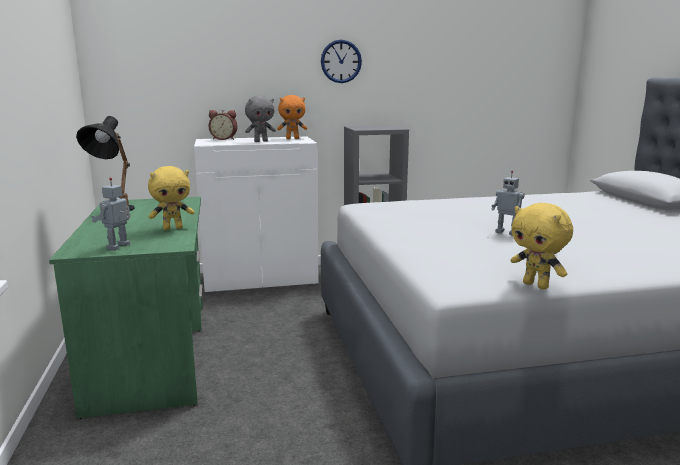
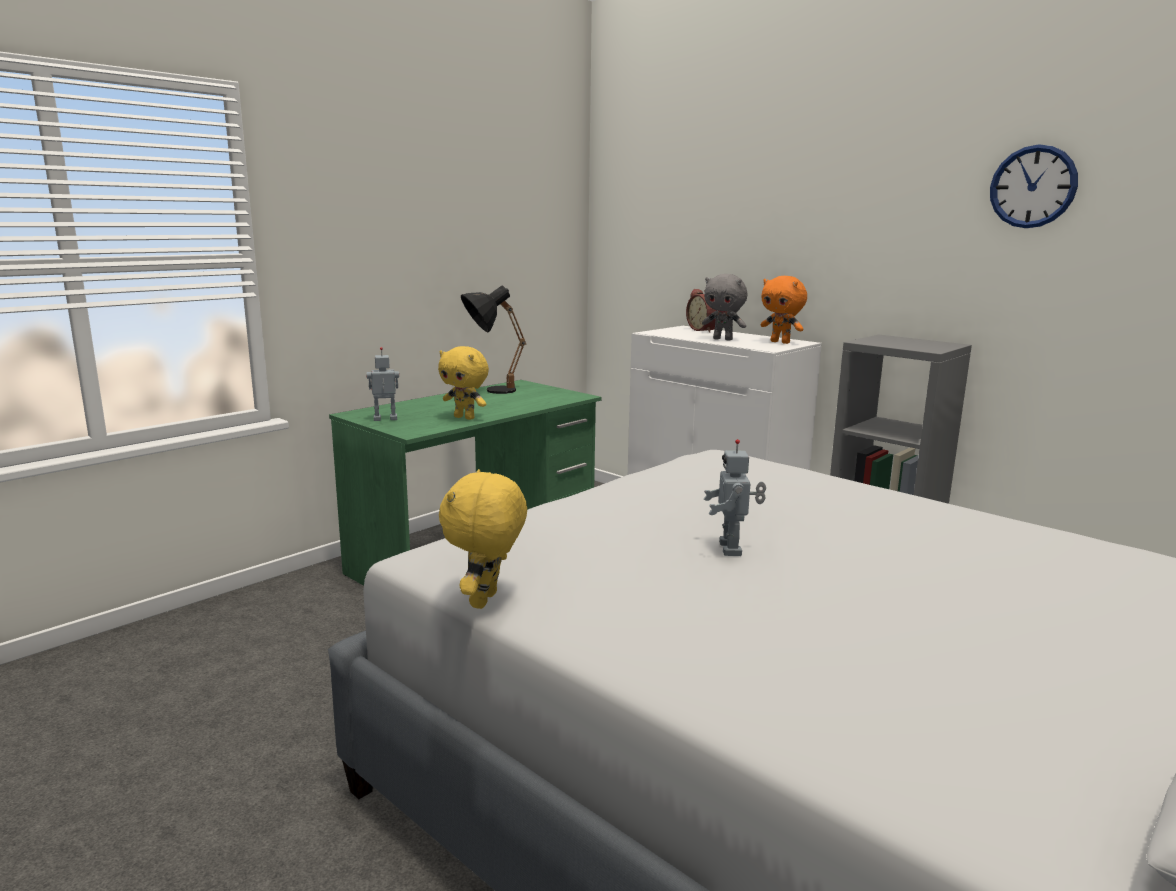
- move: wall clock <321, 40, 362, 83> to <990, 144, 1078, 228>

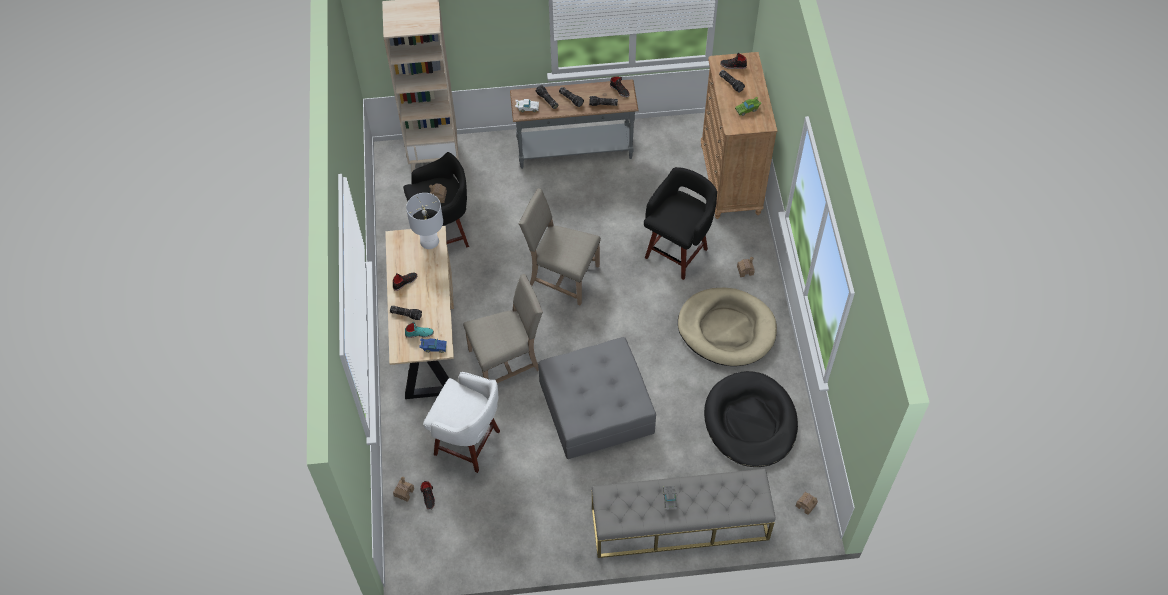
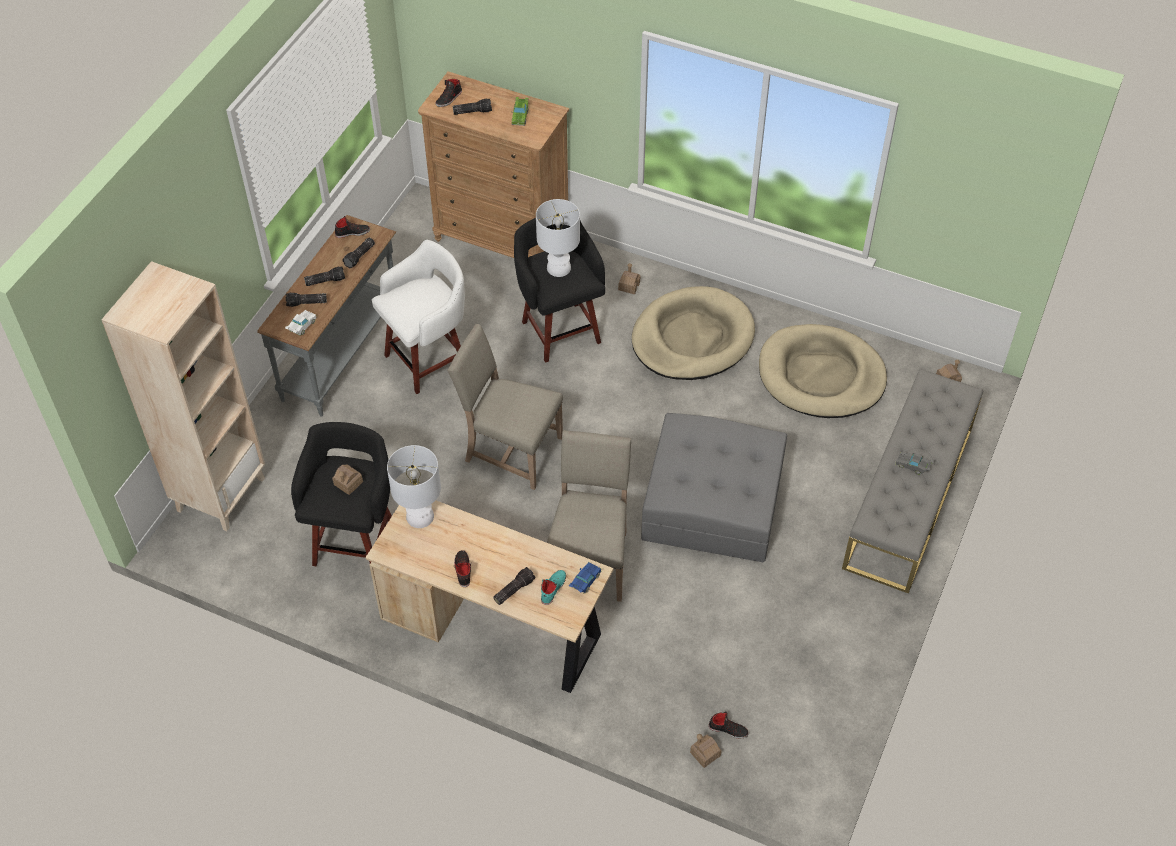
- move: white stool <423, 372, 500, 473> to <372, 240, 465, 394>
- rotate: beige chair <519, 188, 601, 306> = <447, 324, 563, 490> 60 degrees clockwise
- insert: white table lamp <536, 199, 580, 277>
- recolor: black dog bed <704, 371, 798, 467> to beige dog bed <759, 324, 887, 418>

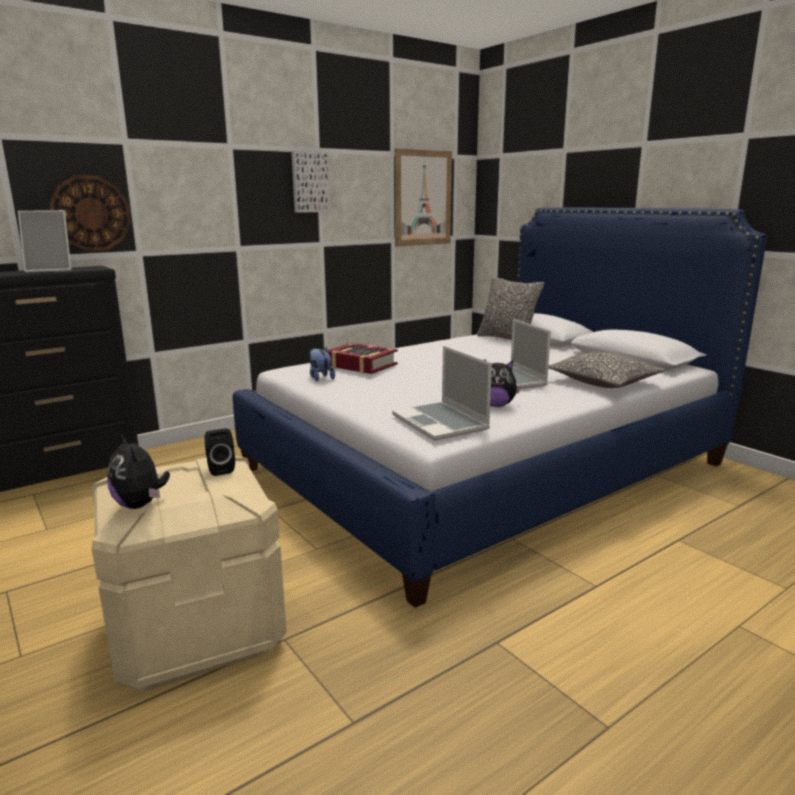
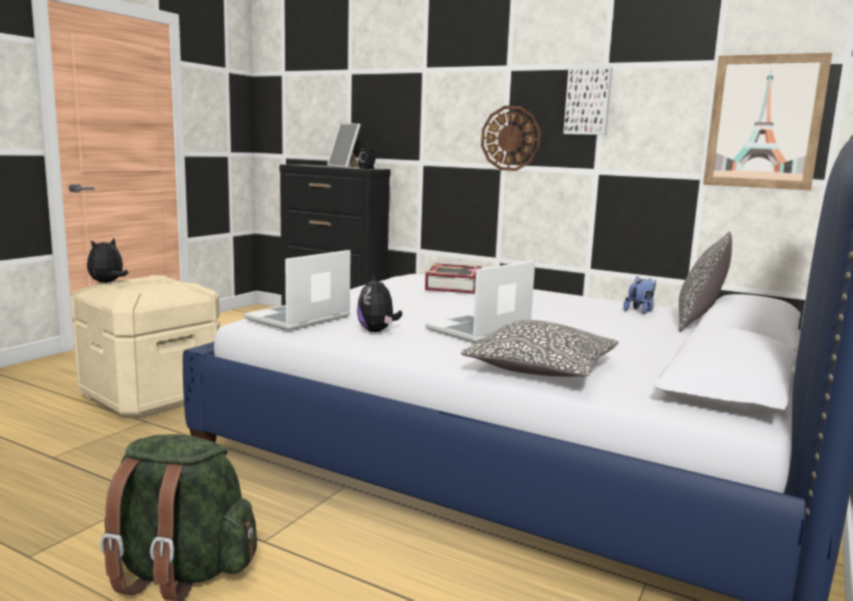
- insert: green backpack <100, 434, 257, 601>
- move: black speaker <205, 428, 235, 476> to <358, 145, 376, 169>
- move: wall clock <49, 175, 131, 251> to <481, 106, 541, 171>
- move: plush toy <309, 347, 335, 381> to <623, 276, 656, 314>

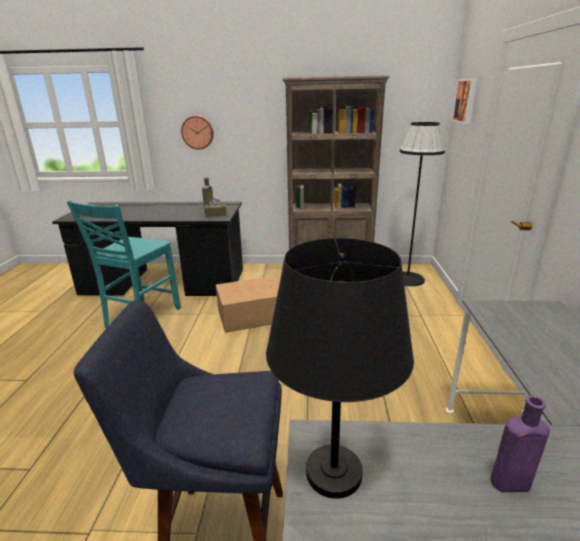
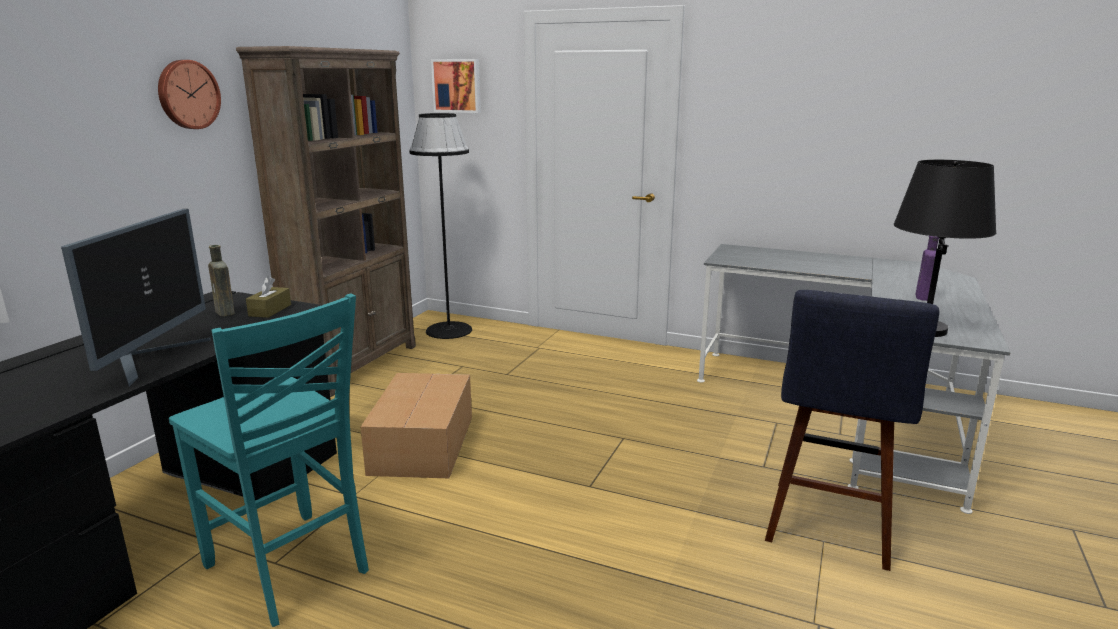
- insert: monitor <61, 209, 211, 387>
- move: wall clock <181, 116, 214, 150> to <158, 60, 221, 129>

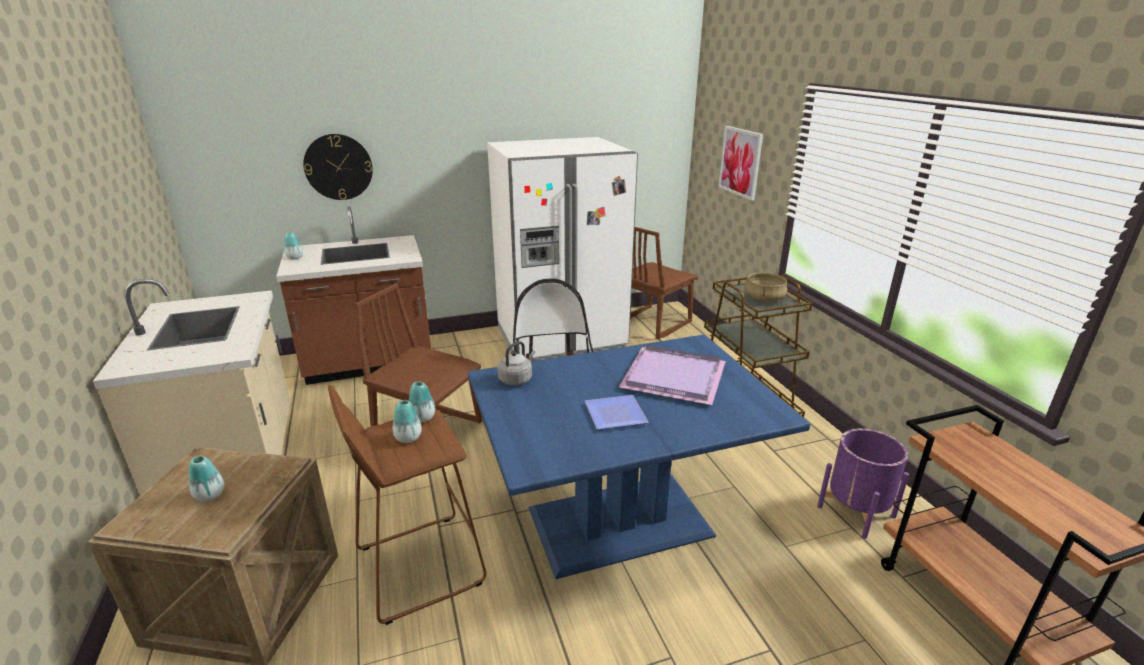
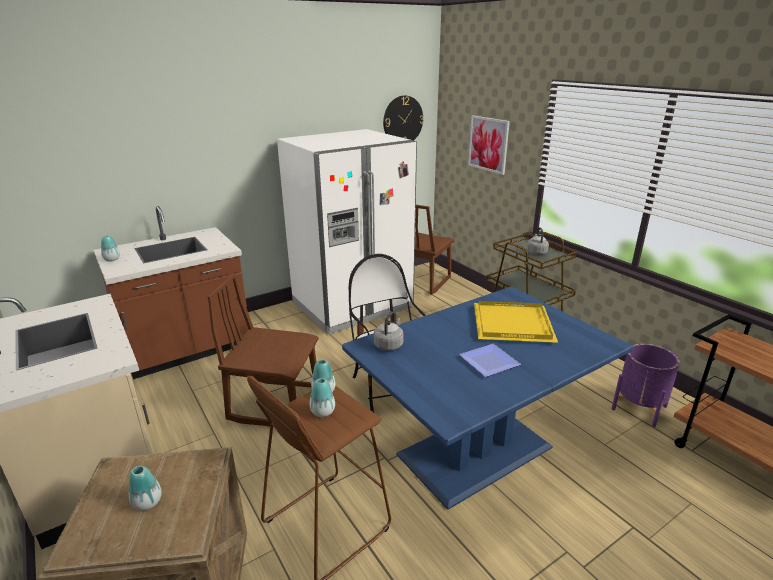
- move: wall clock <303, 134, 373, 200> to <383, 96, 424, 141>
- recolor: purple tray <619, 345, 726, 405> to yellow tray <474, 301, 558, 343>
- replace: beige cooking pot <744, 272, 787, 302> to grey kettle <527, 227, 549, 255>

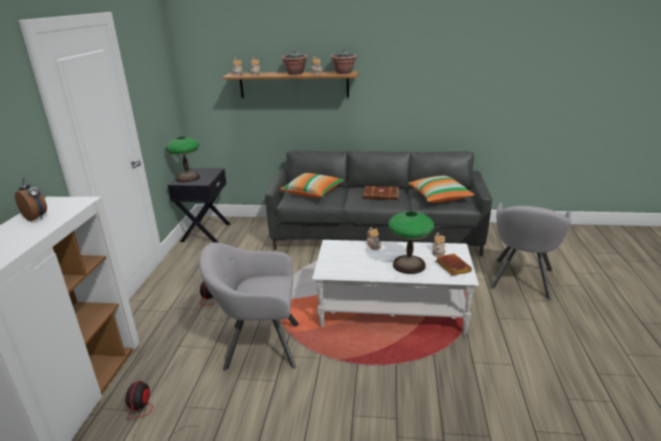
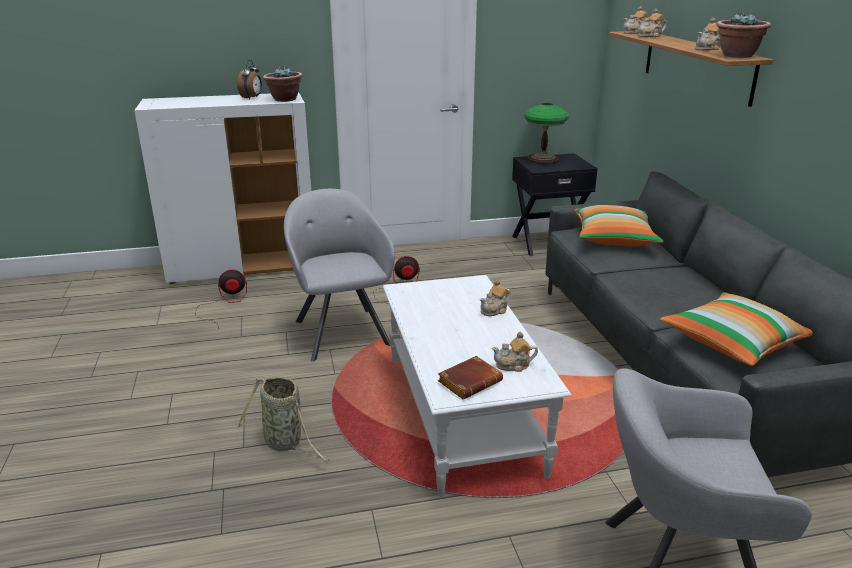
- insert: basket <236, 376, 330, 461>
- move: potted plant <281, 51, 308, 75> to <263, 67, 303, 102>
- delete: brown book <363, 186, 399, 200>
- delete: table lamp <388, 212, 434, 274>

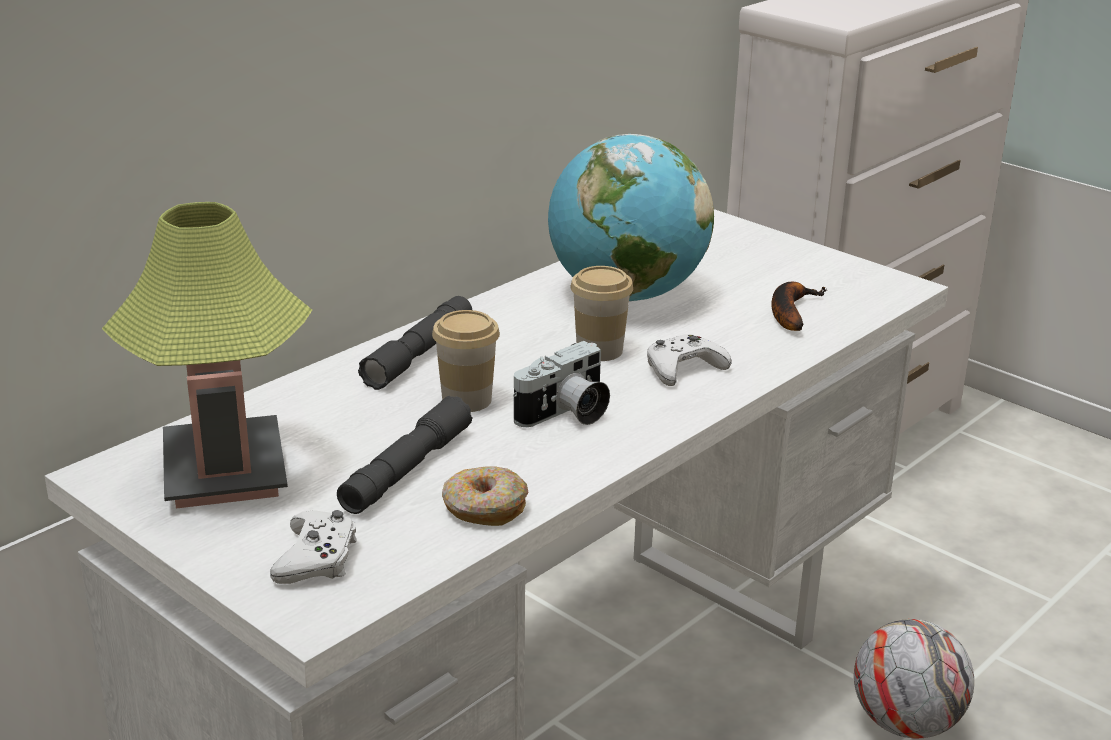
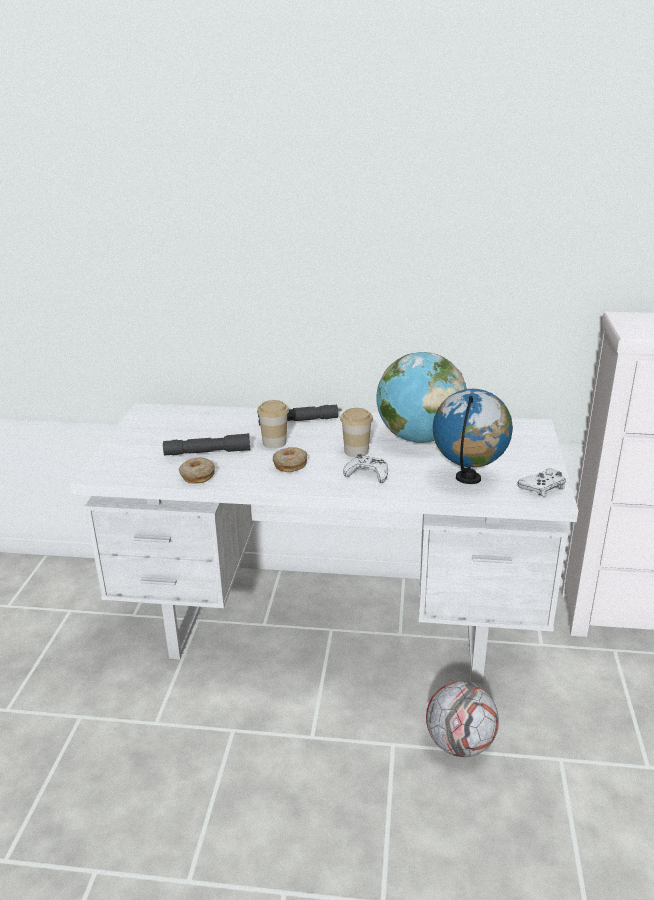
- replace: photo camera <513, 341, 610, 427> to donut <273, 447, 307, 472>
- replace: banana <771, 282, 827, 331> to globe <433, 389, 513, 484>
- move: white game controller <270, 510, 356, 584> to <517, 468, 566, 497>
- delete: table lamp <102, 202, 312, 508>

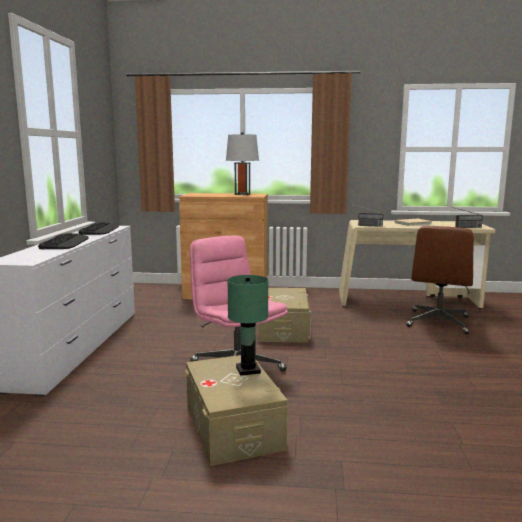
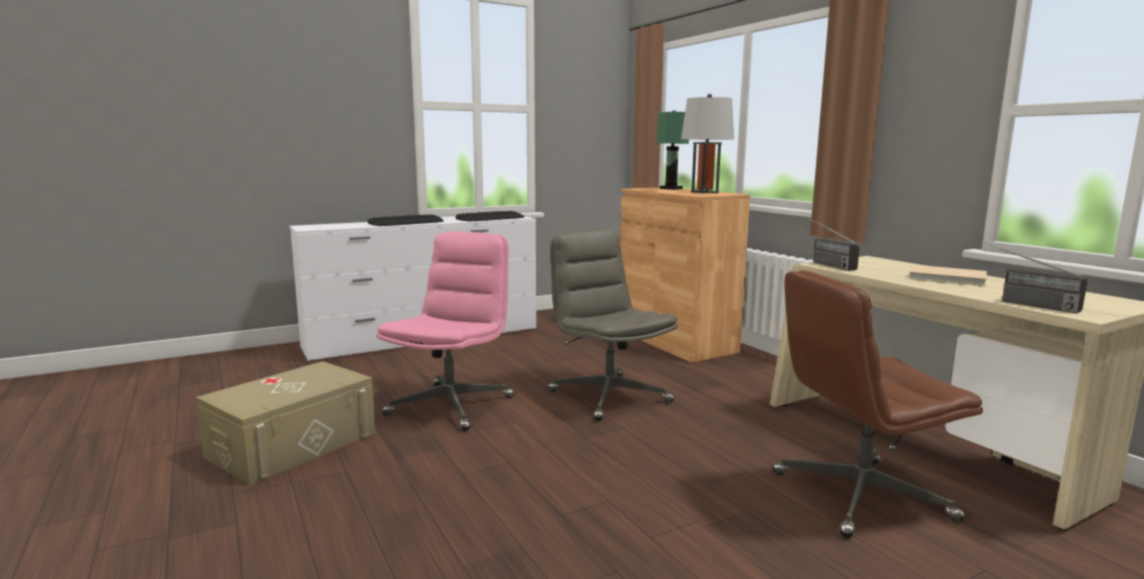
- replace: beige storage box <258, 288, 311, 343> to grey office chair <548, 229, 678, 421>
- move: green table lamp <227, 275, 268, 376> to <657, 111, 689, 190>

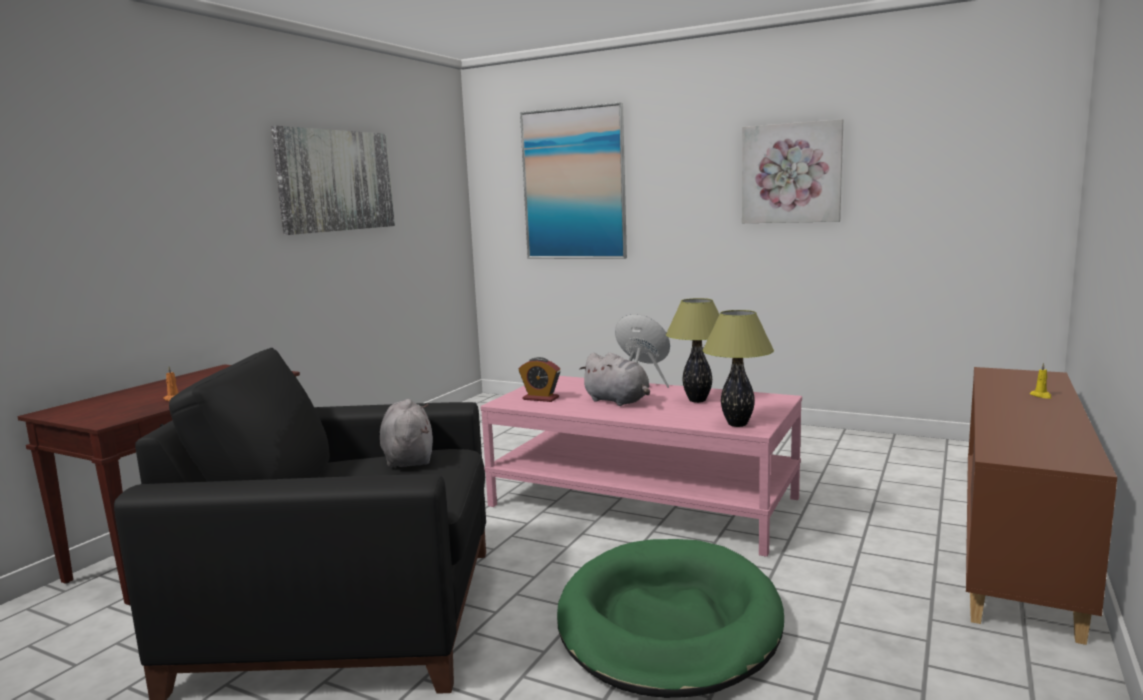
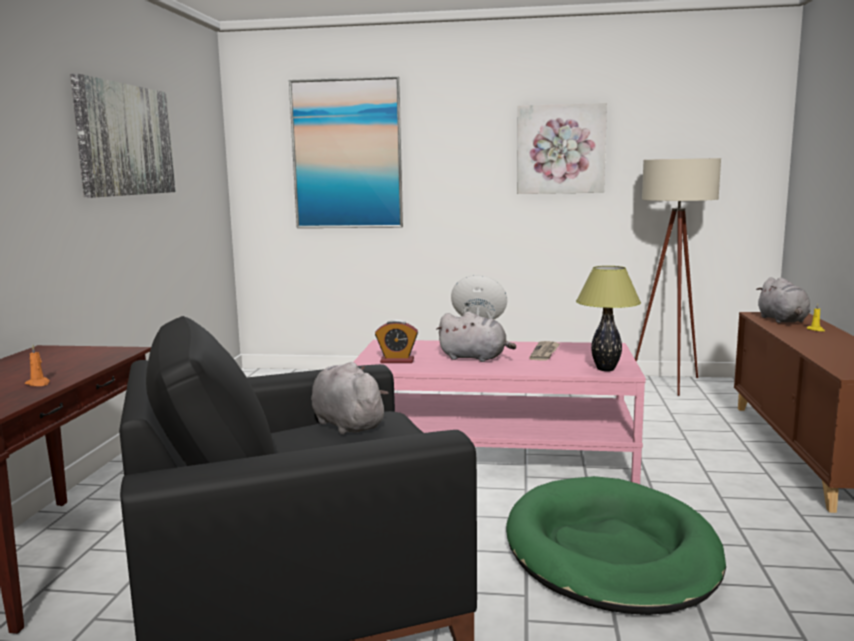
- replace: table lamp <666, 298, 719, 403> to newspaper <529, 341, 561, 361>
- insert: beige floor lamp <635, 158, 721, 396>
- insert: grey plush toy <756, 277, 810, 323>

